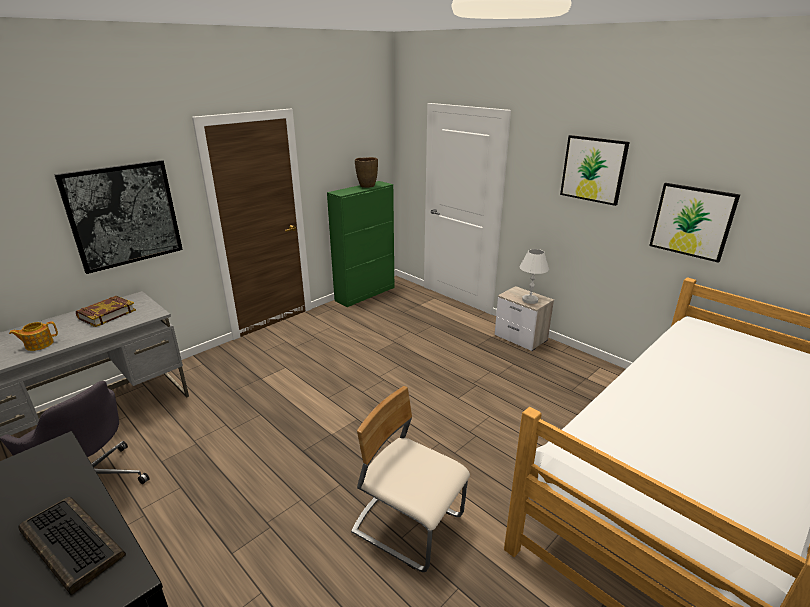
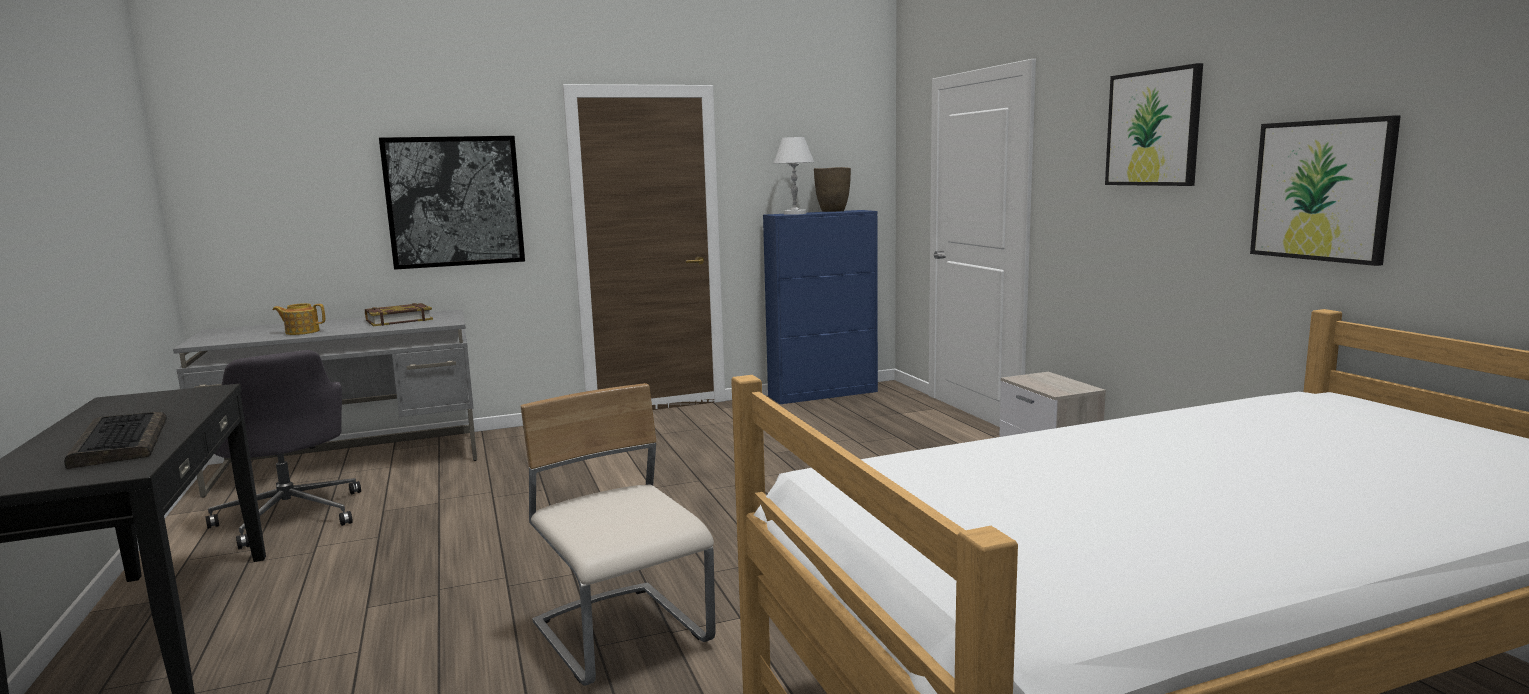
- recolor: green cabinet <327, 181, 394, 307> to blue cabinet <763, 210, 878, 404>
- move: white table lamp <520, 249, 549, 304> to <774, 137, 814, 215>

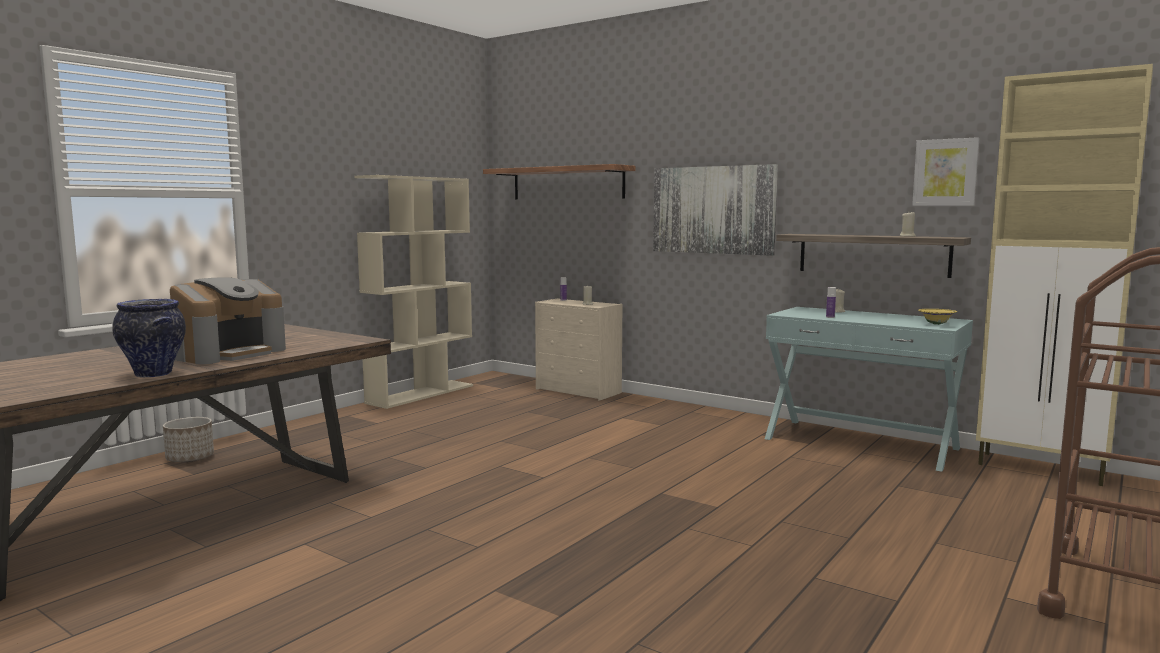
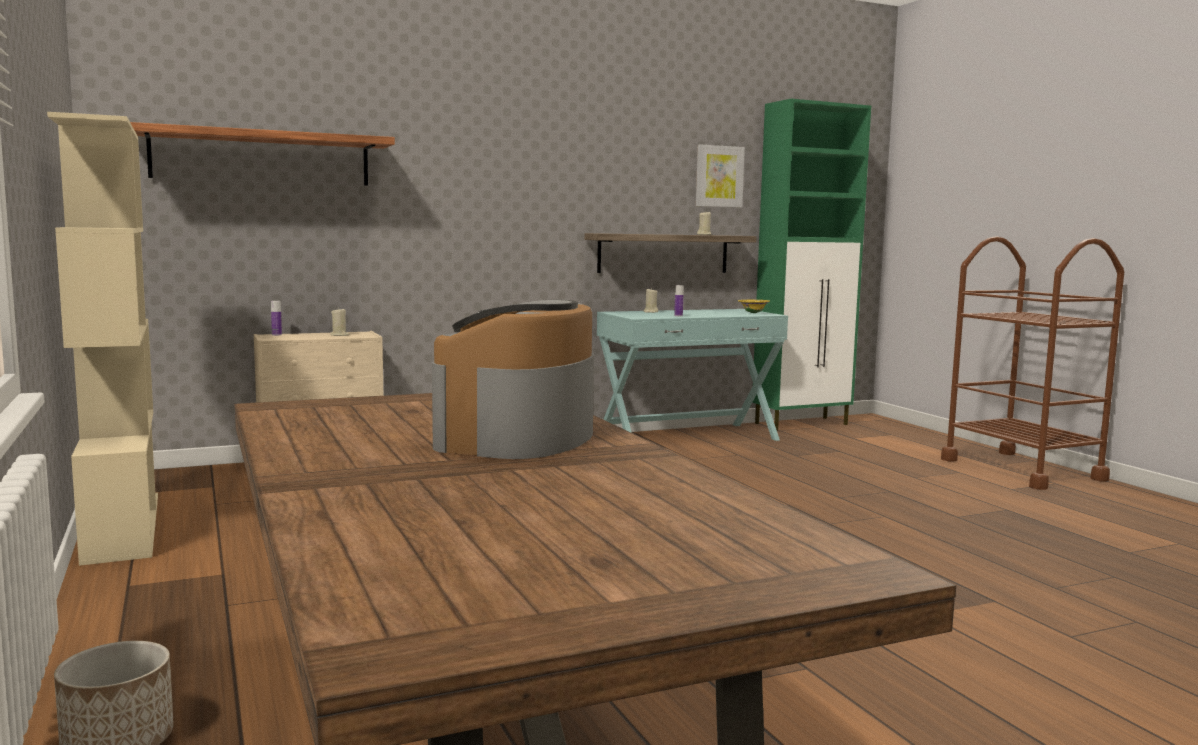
- rotate: coffee machine <170, 277, 286, 364> = <432, 300, 594, 459> 135 degrees counterclockwise
- recolor: beige cabinet <976, 64, 1153, 486> to green cabinet <752, 99, 871, 431>
- delete: vase <112, 299, 186, 378>
- delete: picture <653, 164, 778, 256>

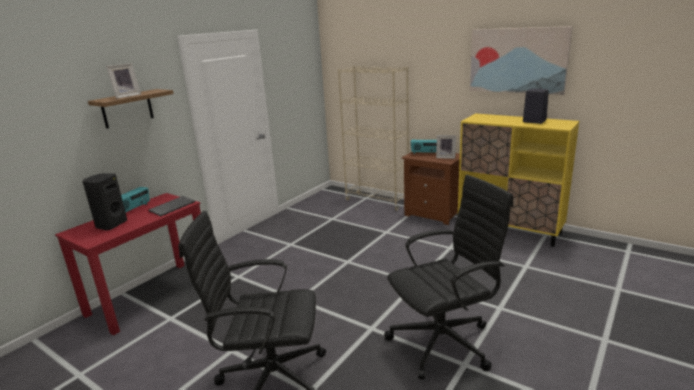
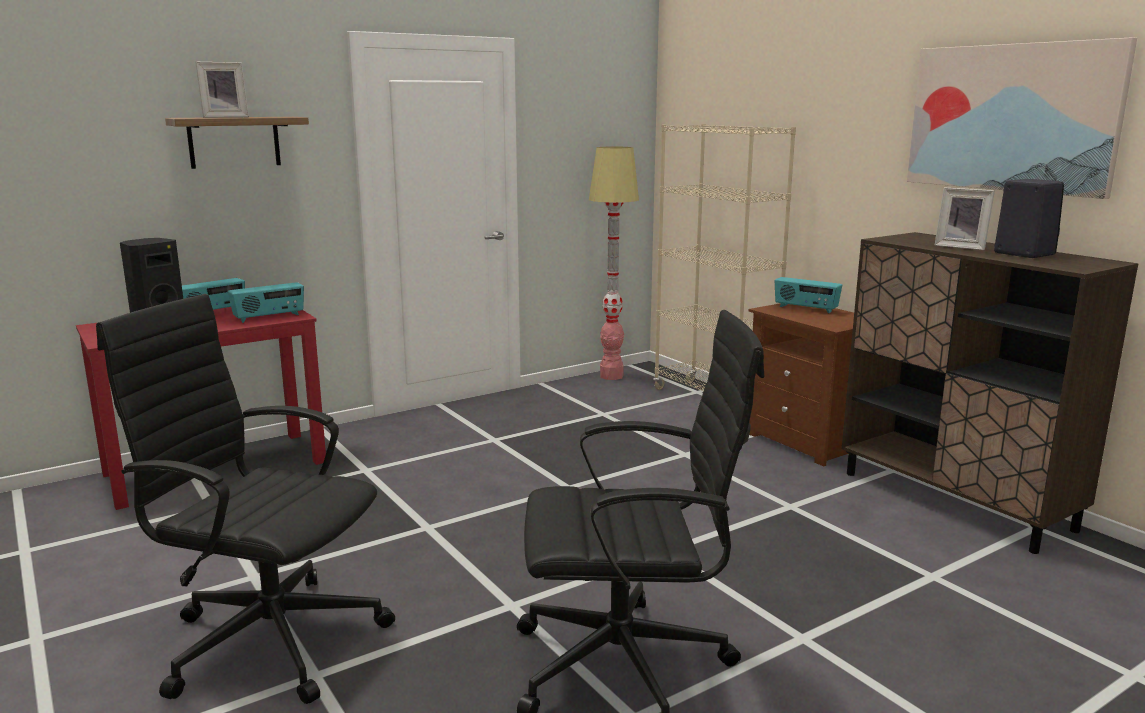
- replace: keyboard <148, 196, 195, 216> to radio <228, 282, 304, 323>
- insert: floor lamp <589, 146, 639, 380>
- recolor: yellow cabinet <458, 113, 579, 247> to brown cabinet <842, 232, 1139, 554>
- move: picture frame <436, 135, 456, 159> to <934, 187, 995, 250>

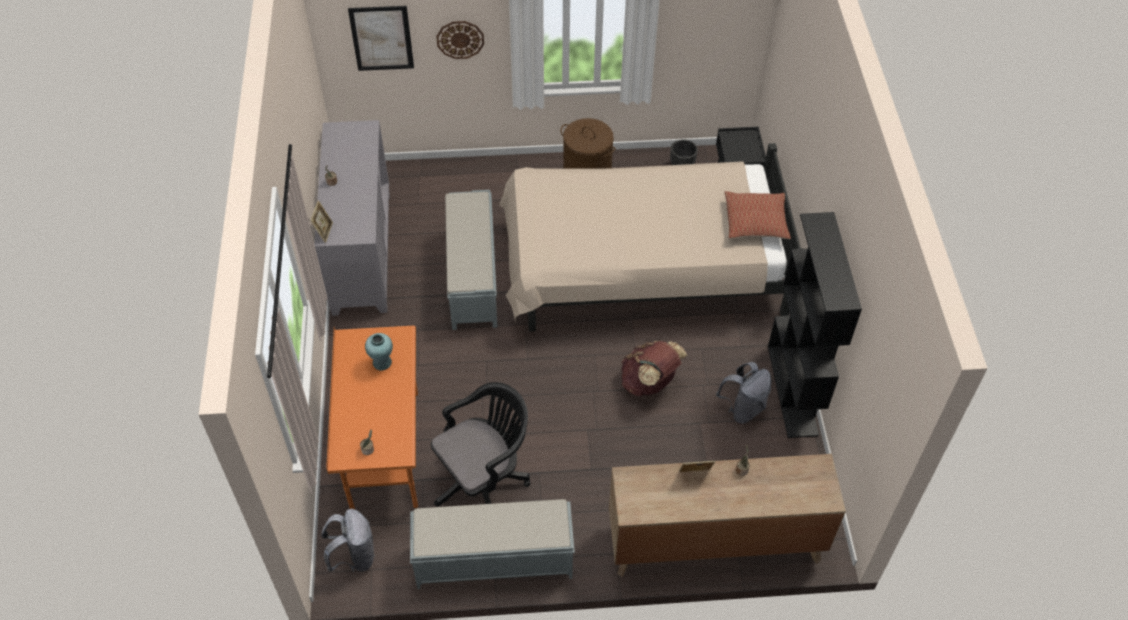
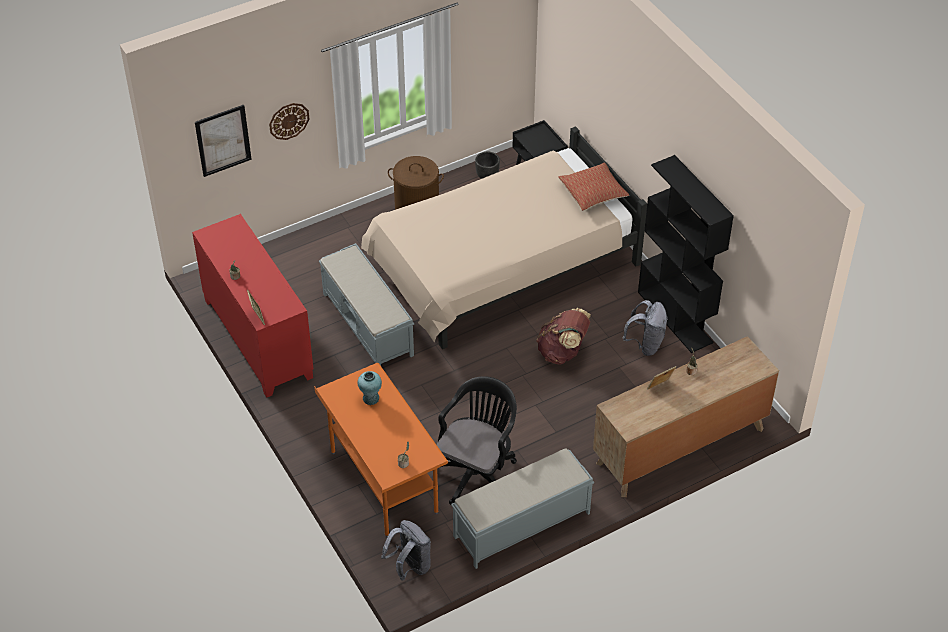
- recolor: grey cabinet <314, 120, 390, 316> to red cabinet <192, 214, 313, 398>

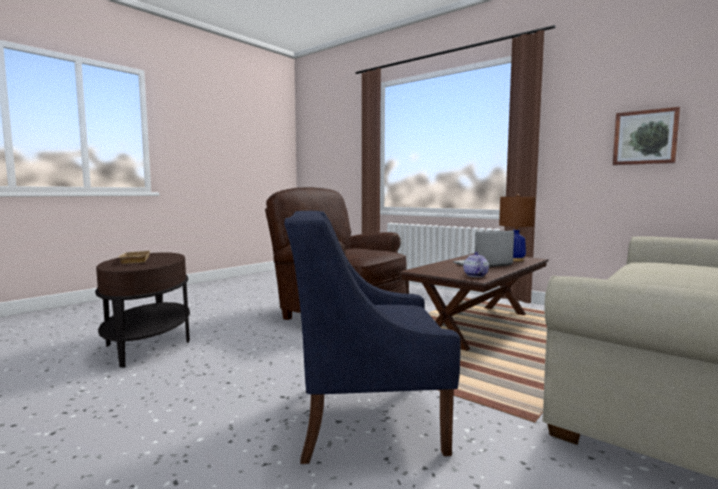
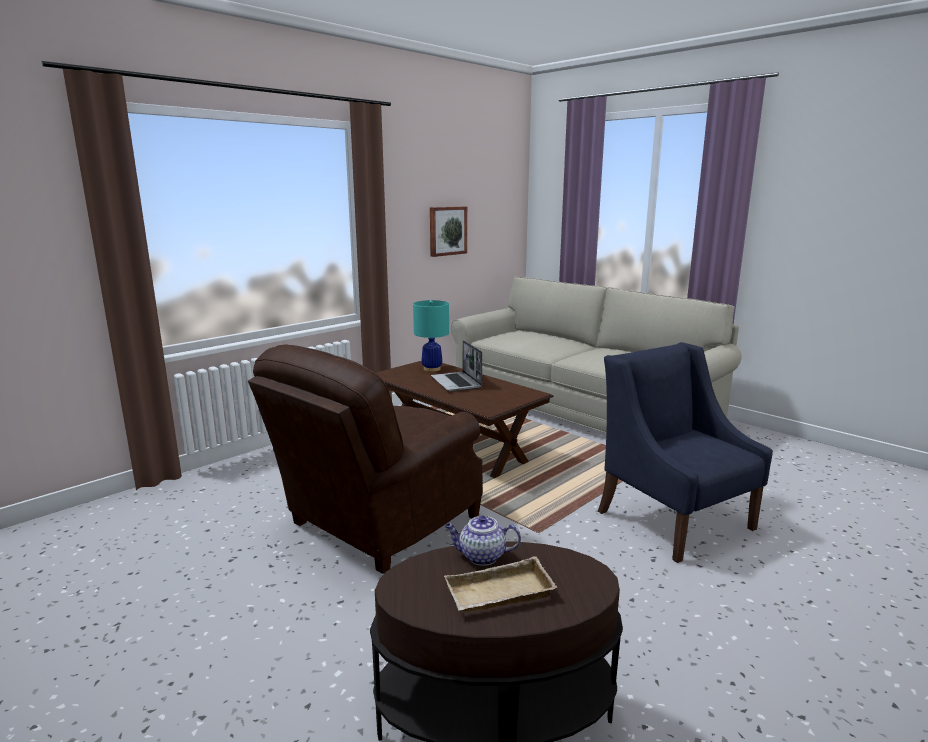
- recolor: brown table lamp <499, 194, 536, 261> to turquoise table lamp <413, 300, 449, 372>
- move: teapot <463, 252, 489, 277> to <445, 515, 521, 566>
- rotate: blue armchair <284, 211, 461, 464> = <598, 342, 773, 563> 150 degrees clockwise

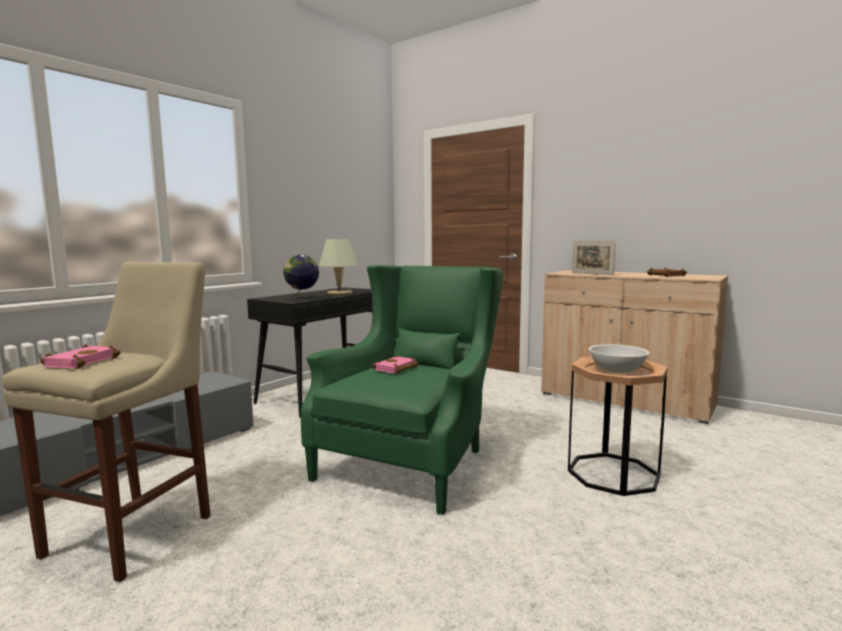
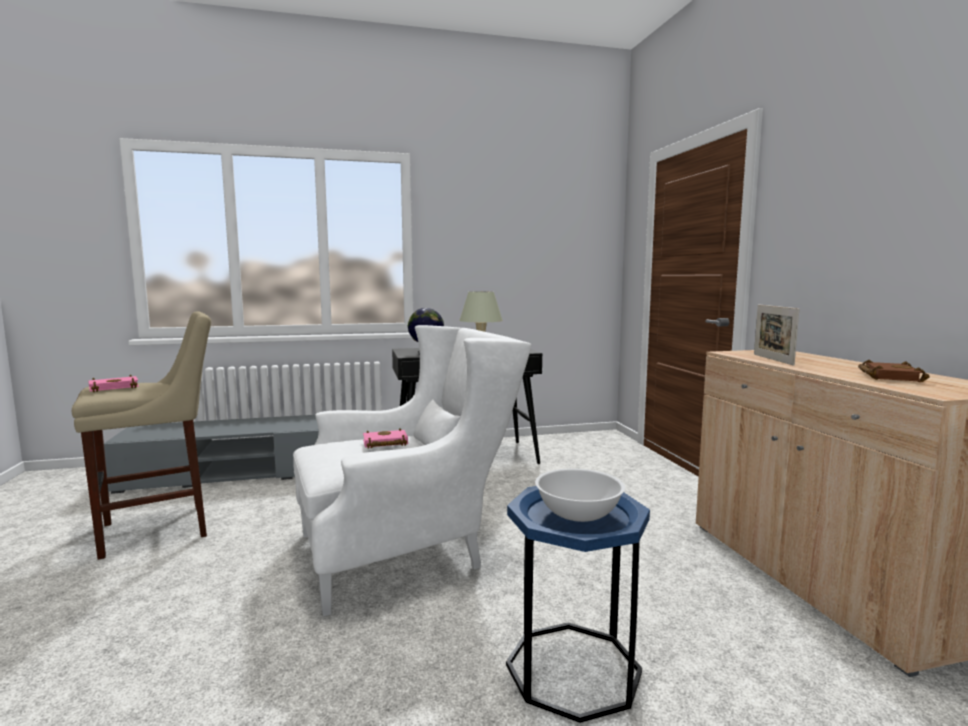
- recolor: green armchair <301, 265, 503, 515> to white armchair <293, 325, 531, 617>
- recolor: brown side table <568, 356, 668, 496> to blue side table <506, 486, 650, 723>

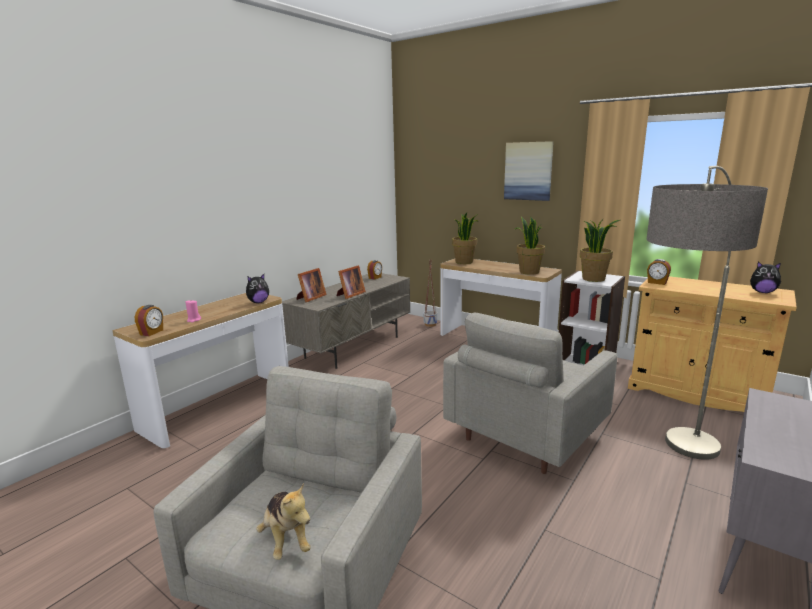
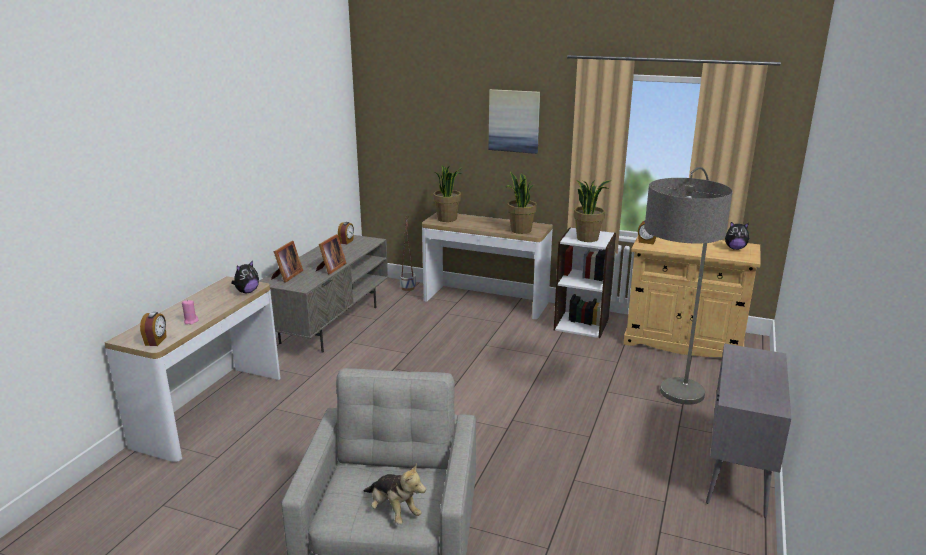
- delete: grey armchair <443, 312, 618, 474>

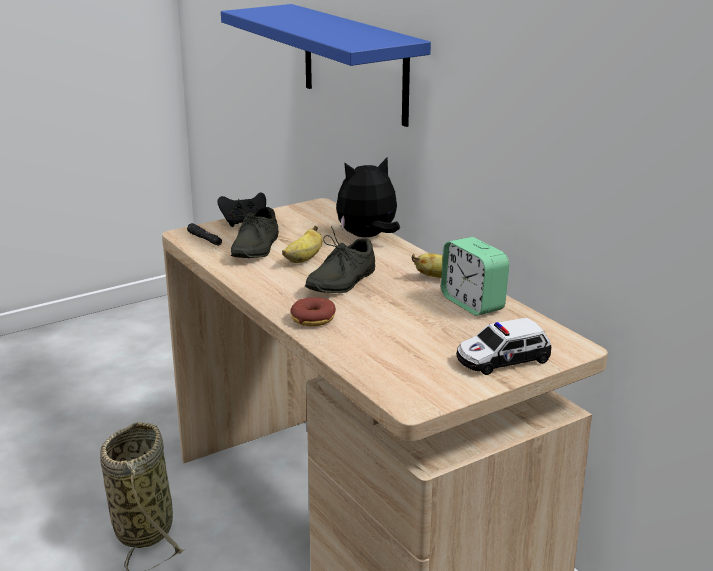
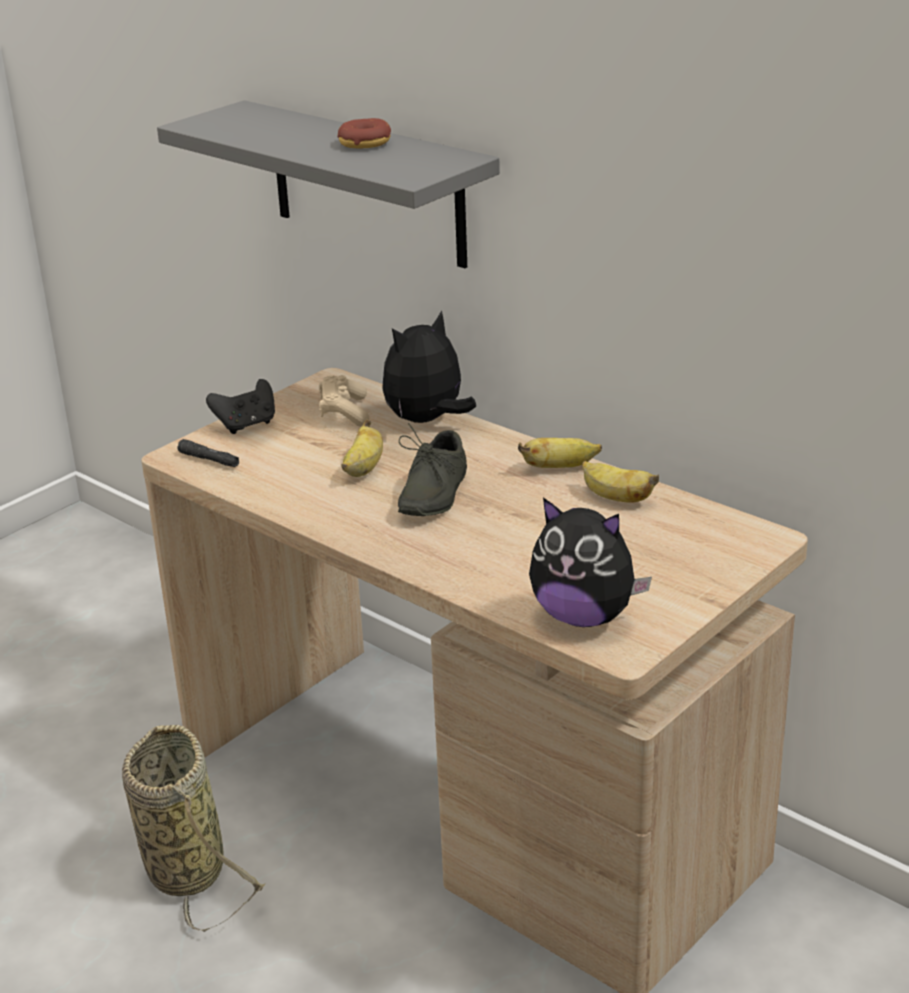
- recolor: blue shelf <221, 4, 431, 127> to grey shelf <157, 100, 500, 268>
- insert: beige game controller <319, 375, 369, 427>
- move: donut <290, 297, 336, 326> to <337, 118, 391, 149>
- insert: plush toy <529, 497, 652, 627>
- replace: alarm clock <441, 237, 509, 316> to banana <582, 461, 659, 503>
- delete: grey shoe <231, 199, 279, 258>
- delete: toy car <457, 318, 551, 375>

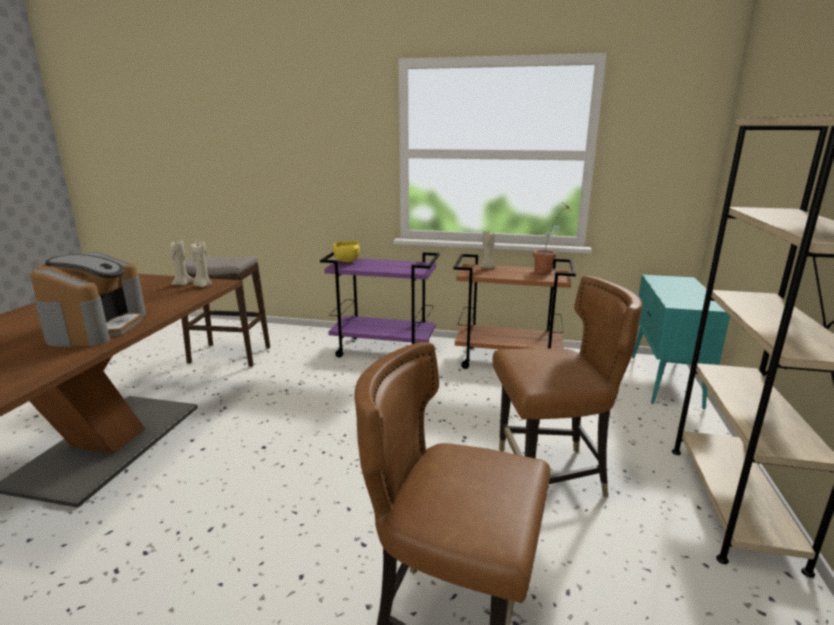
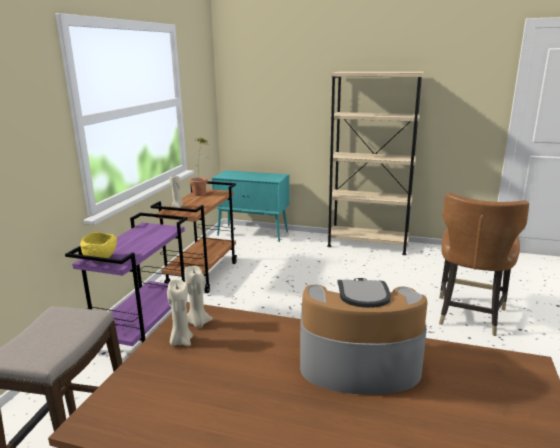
- delete: brown chair <492, 275, 642, 497>

